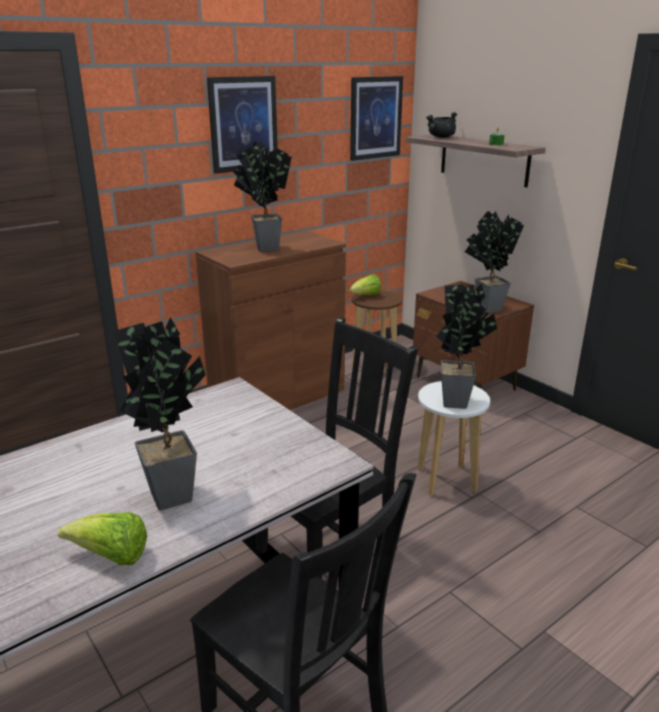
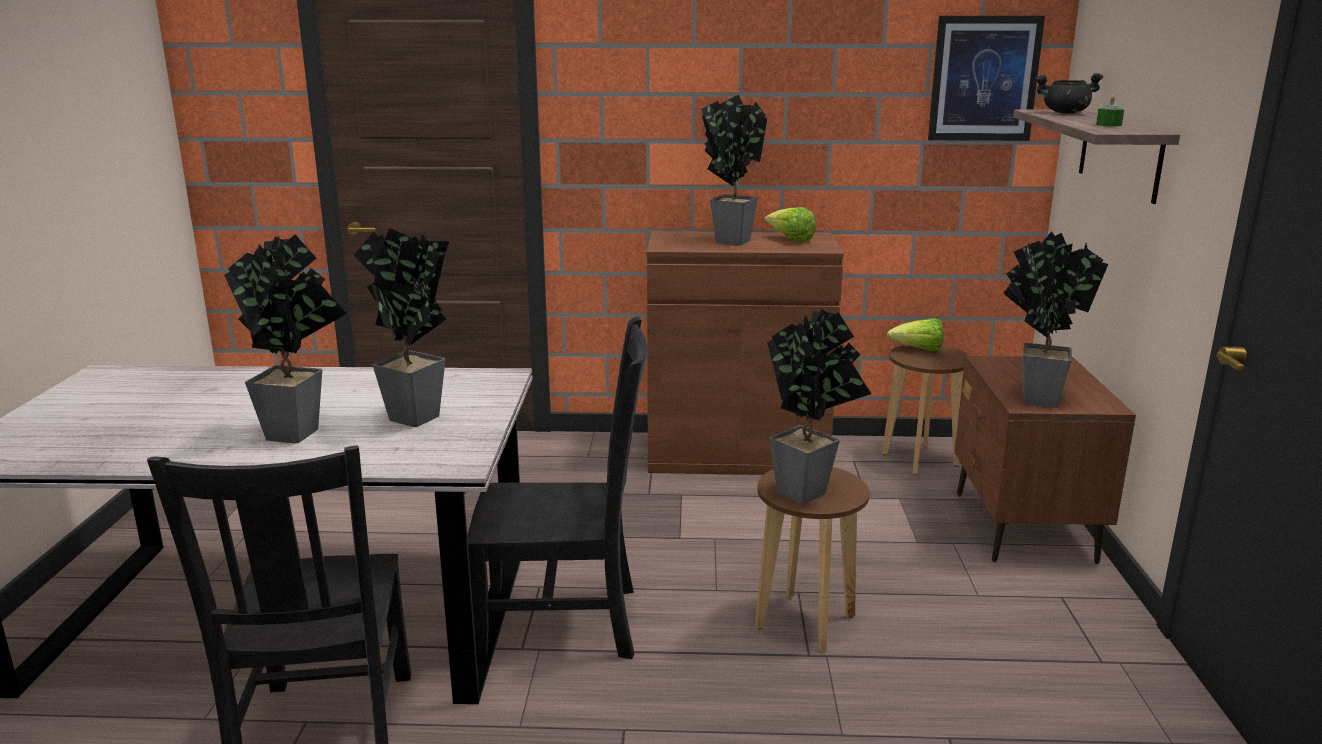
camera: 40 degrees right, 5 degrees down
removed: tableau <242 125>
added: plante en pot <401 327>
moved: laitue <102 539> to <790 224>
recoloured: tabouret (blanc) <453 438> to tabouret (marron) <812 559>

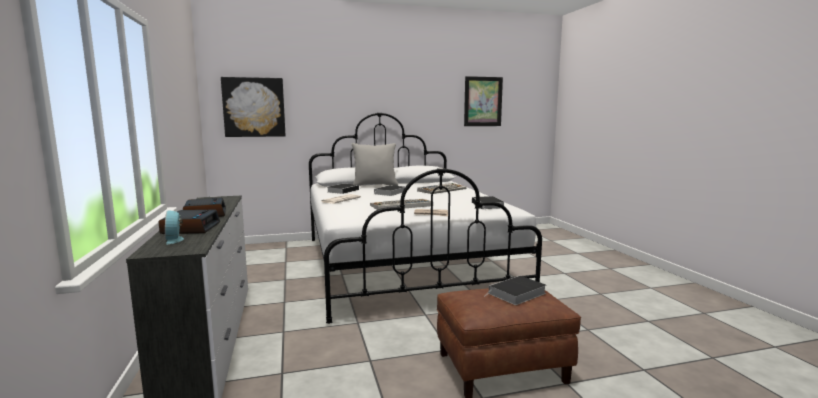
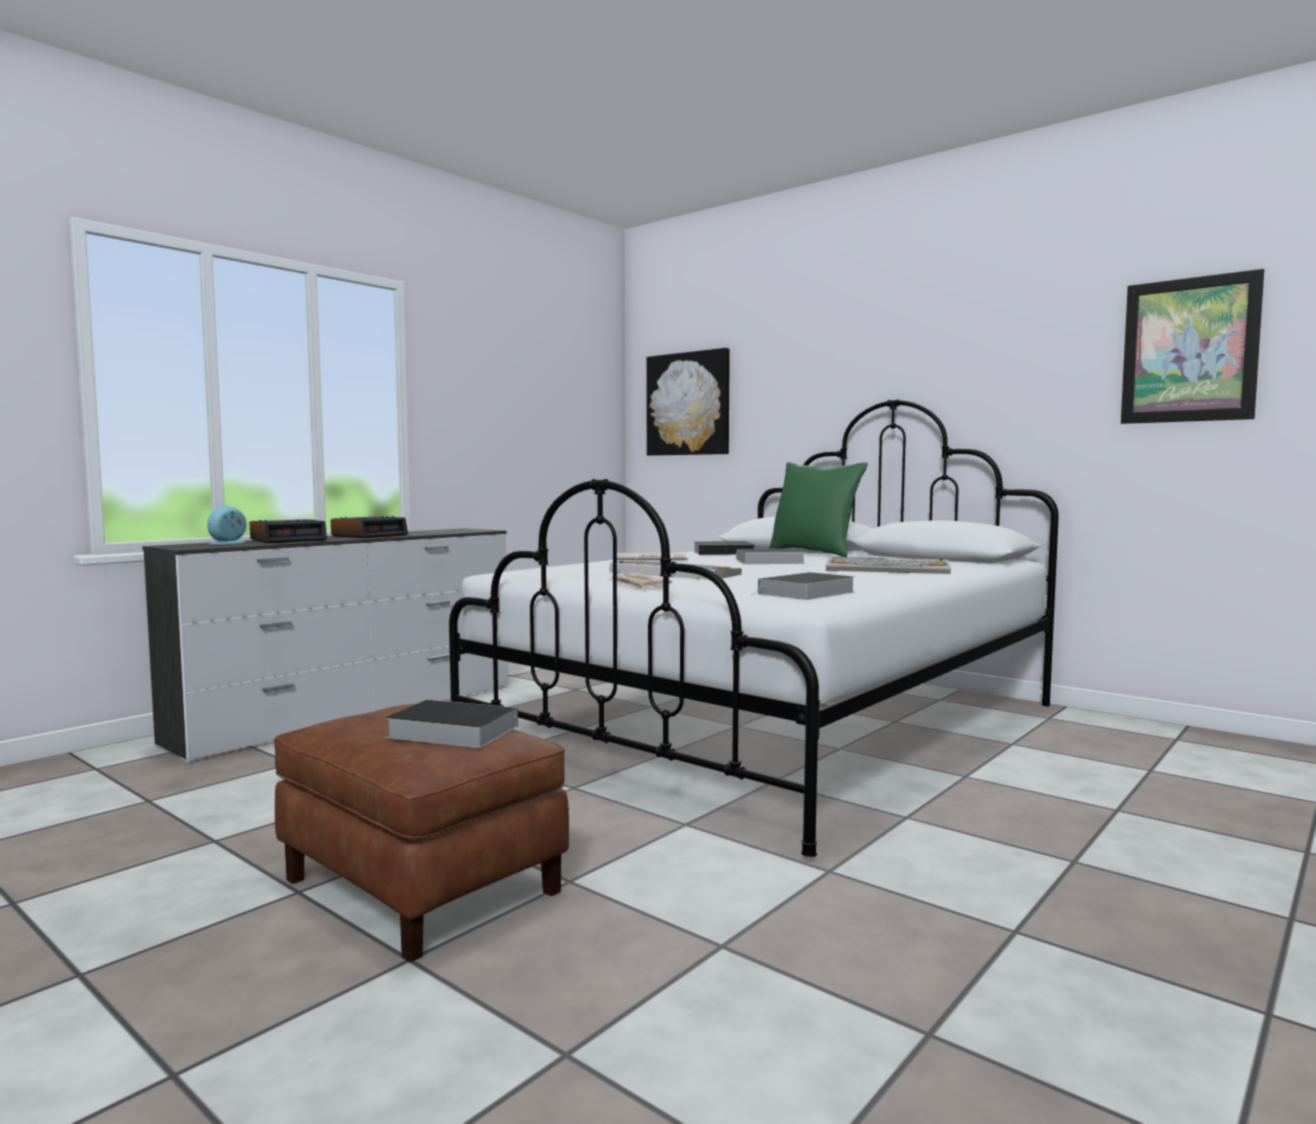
camera: 55 degrees right, 5 degrees down
recoloured: coussin (gris) <375 164> to coussin (vert) <818 509>

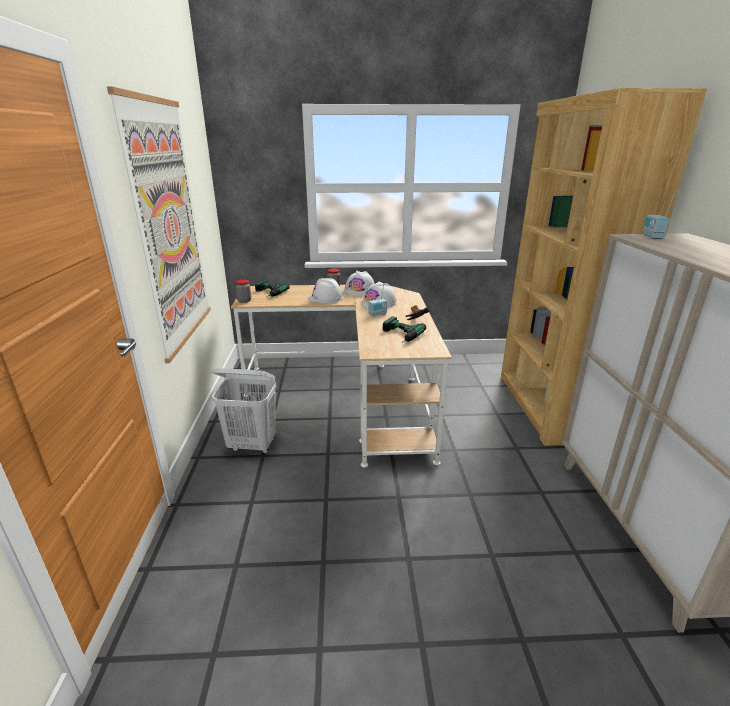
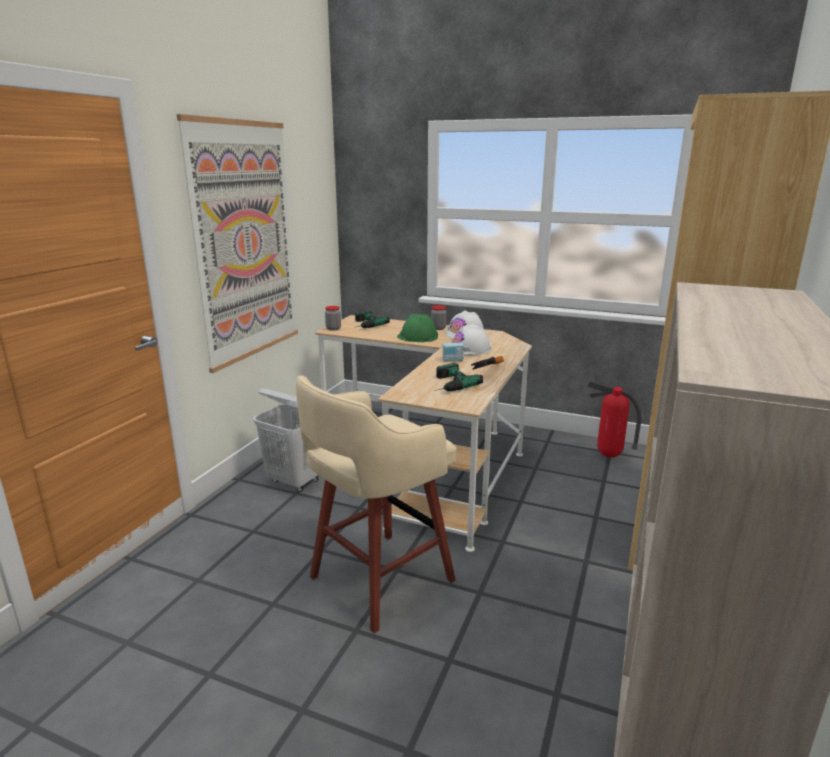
camera: 25 degrees right, 5 degrees down
removed: radio <658 216>
added: tabouret (beige) <376 504>; extincteur <614 420>
recoloured: casque de chantier (blanc) <326 290> to casque de chantier (vert) <417 327>

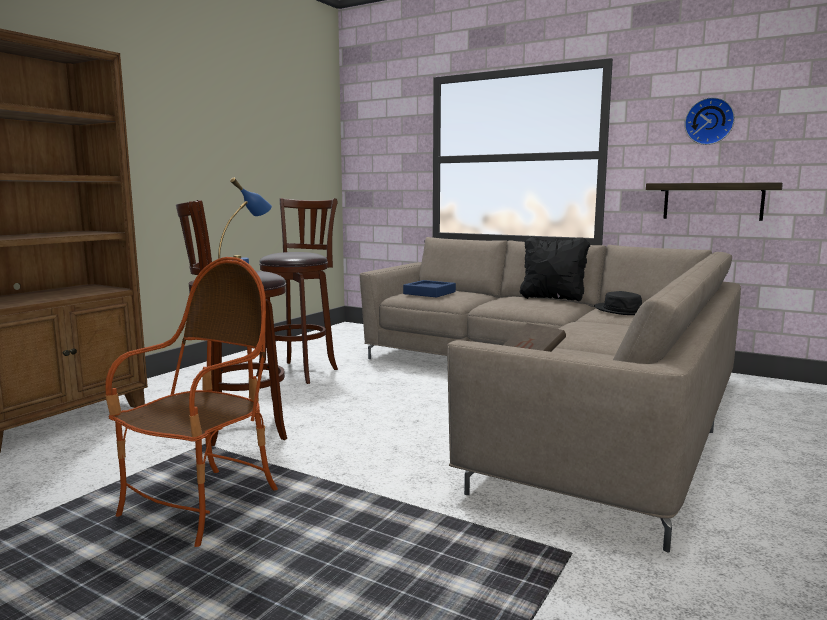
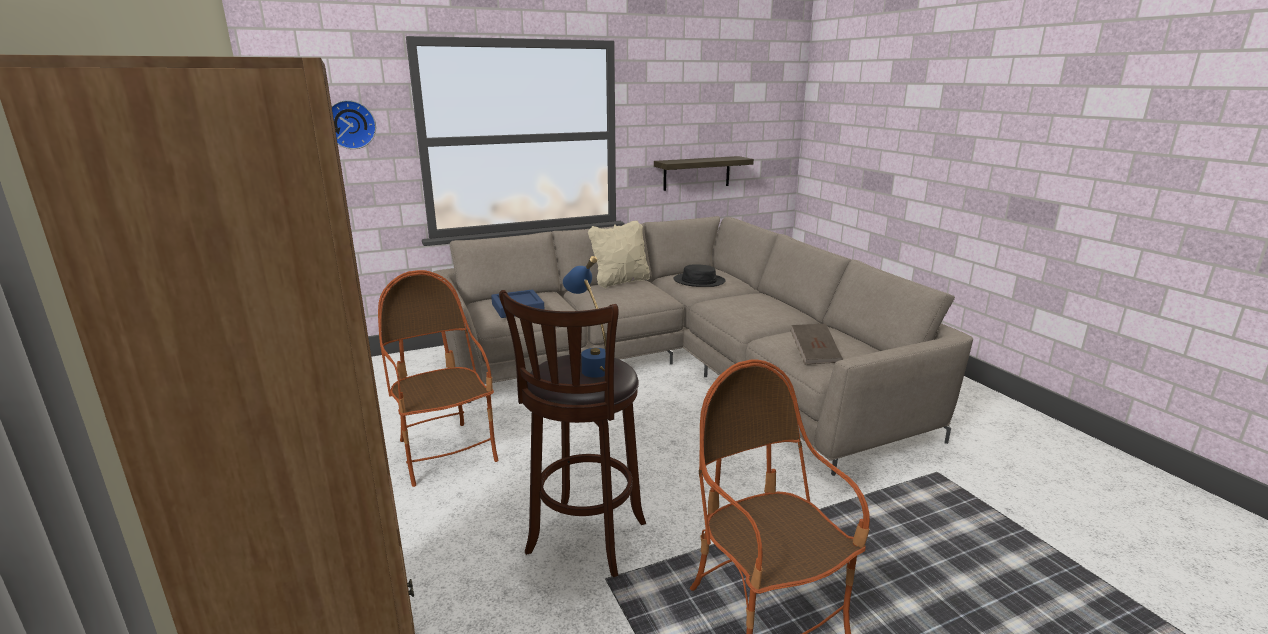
camera: 55 degrees left, 10 degrees up
moved: horloge murale <709 121> to <354 124>
replaced: tabouret (marron) <297 291> to fauteuil <438 378>
recoloured: coussin (noir) <554 268> to coussin (beige) <619 255>

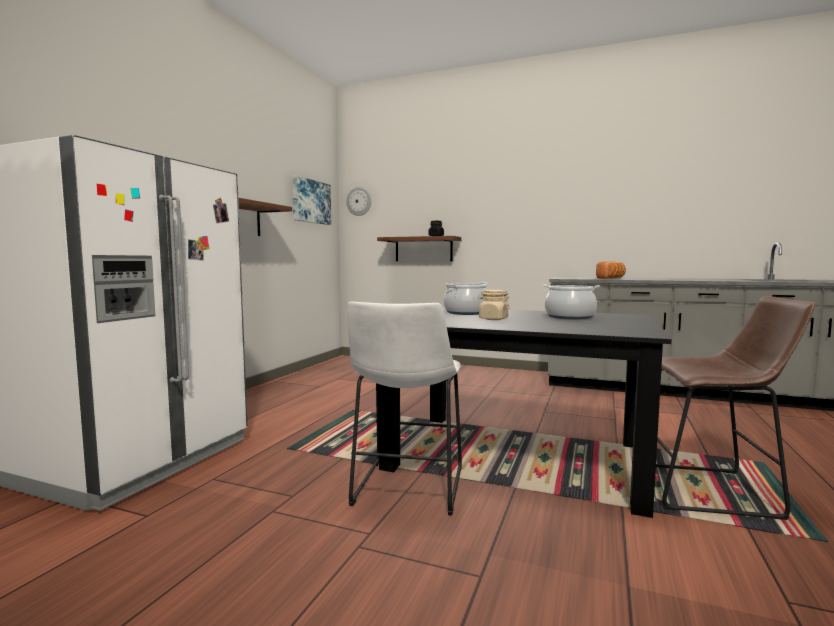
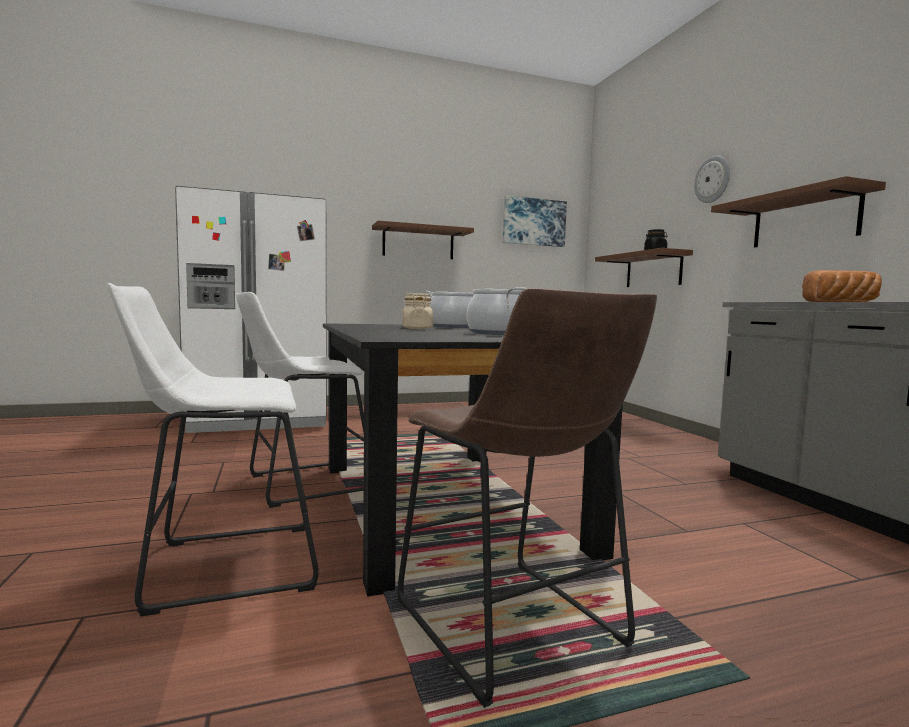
camera: 50 degrees right, 0 degrees up
added: tabouret (blanc) <213 450>; étagère (marron) <798 211>
moved: horloge murale <358 201> to <712 179>

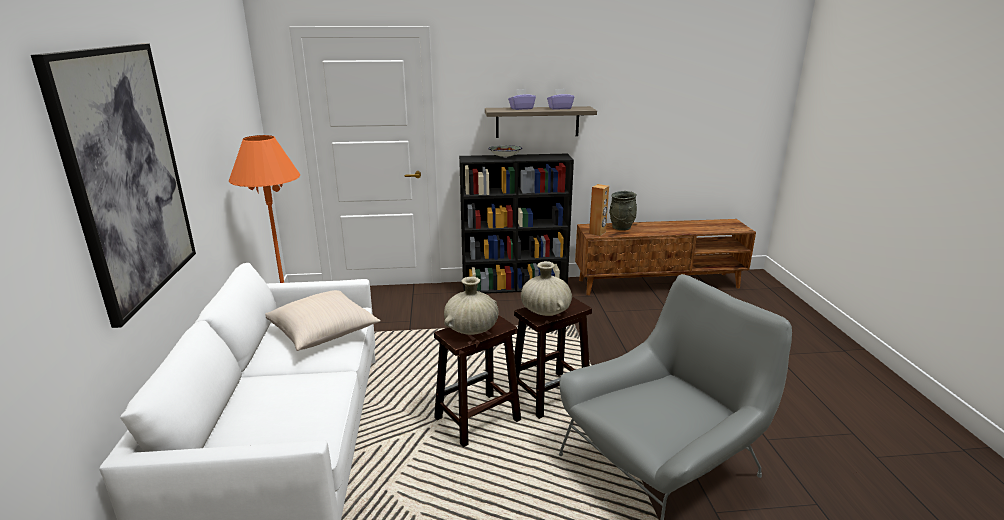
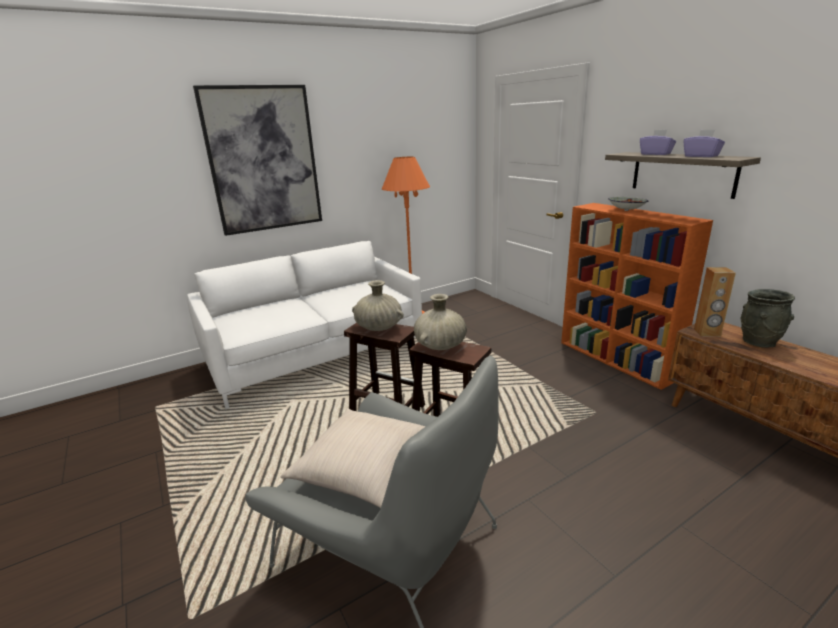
camera: 65 degrees right, 0 degrees up
moved: coussin (beige) <323 320> to <353 458>
recoloured: bibliothèque (noir) <516 223> to bibliothèque (orange) <637 296>

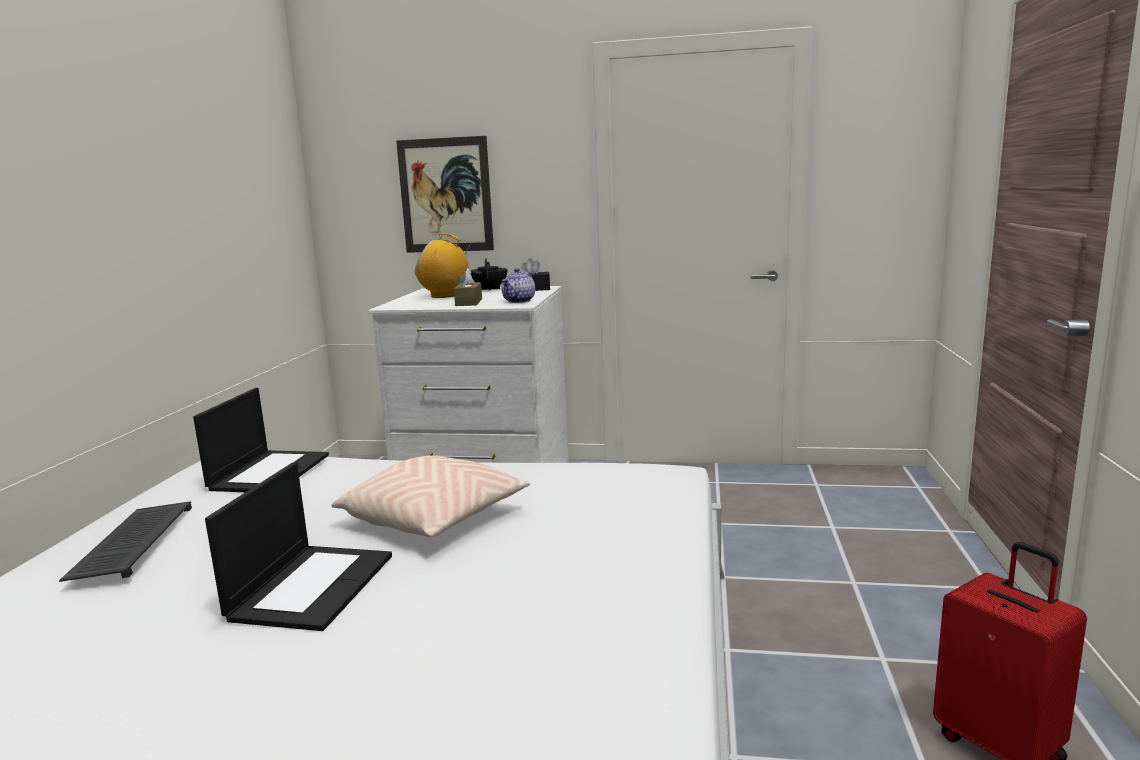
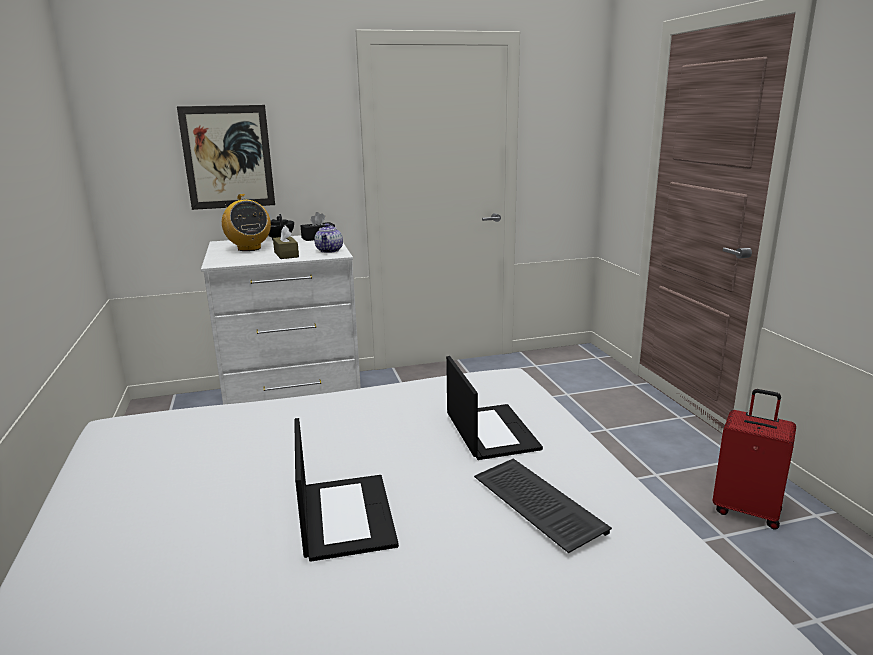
camera: 25 degrees left, 5 degrees up
removed: coussin (beige) <430 496>
moved: clavier <125 541> to <543 505>; ordinateur portable <261 440> to <494 408>
turned: radio <443 265> = <246 222> 105 degrees counterclockwise

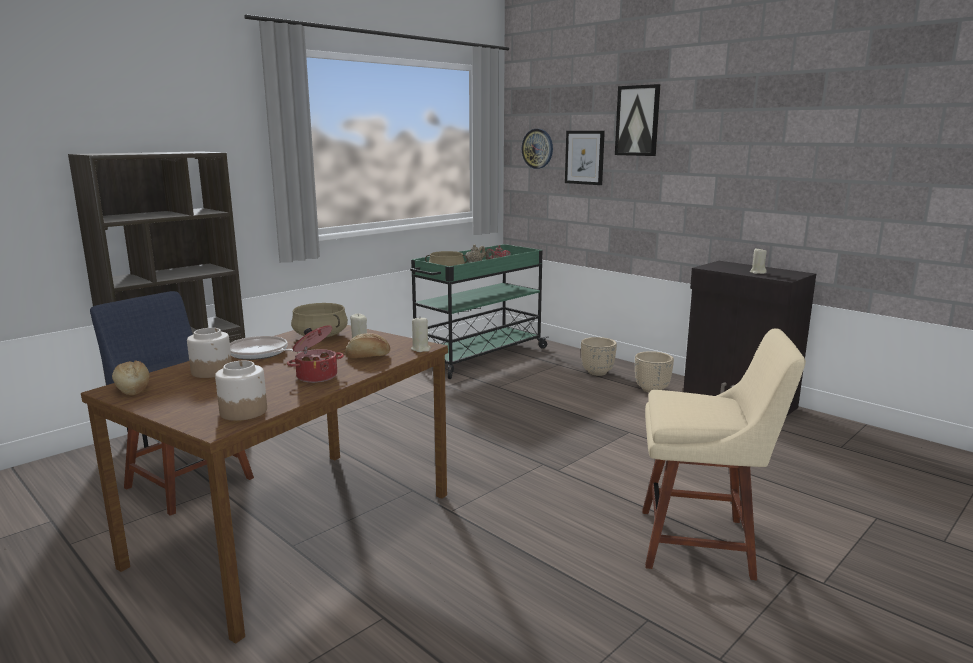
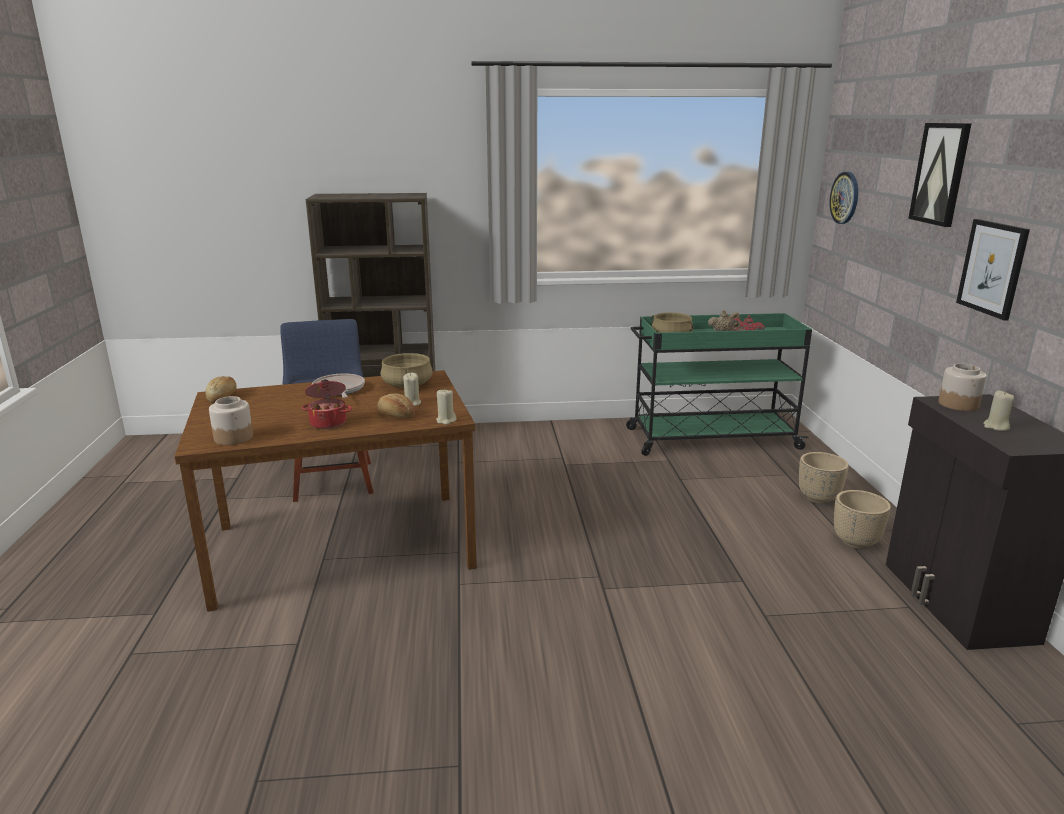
camera: 40 degrees right, 5 degrees up
removed: chaise (beige) <724 454>
moved: bocal <209 353> to <962 387>; tableau <585 158> to <993 270>

